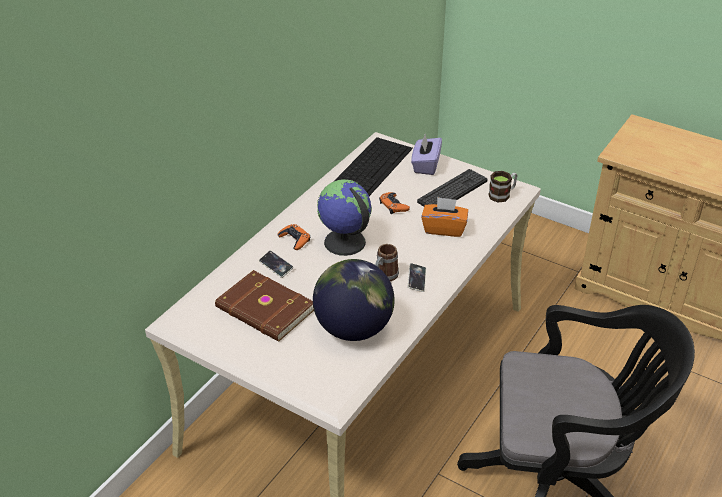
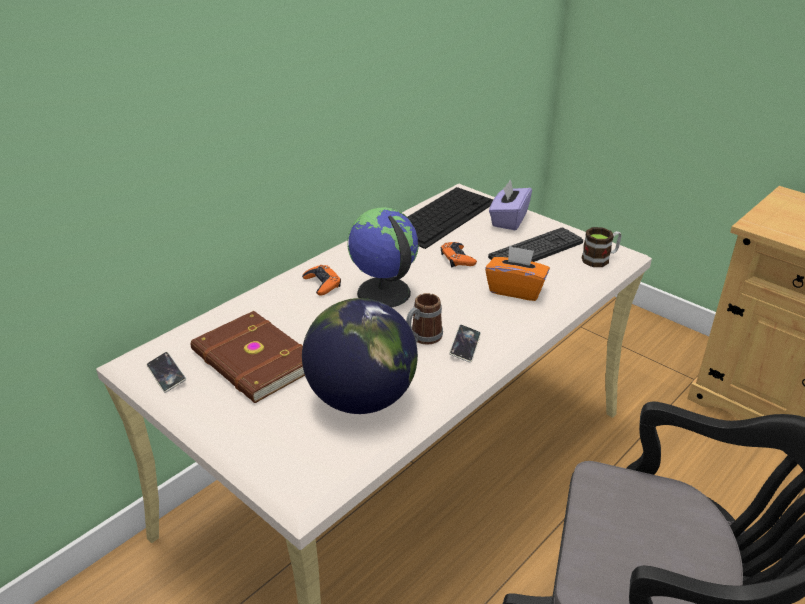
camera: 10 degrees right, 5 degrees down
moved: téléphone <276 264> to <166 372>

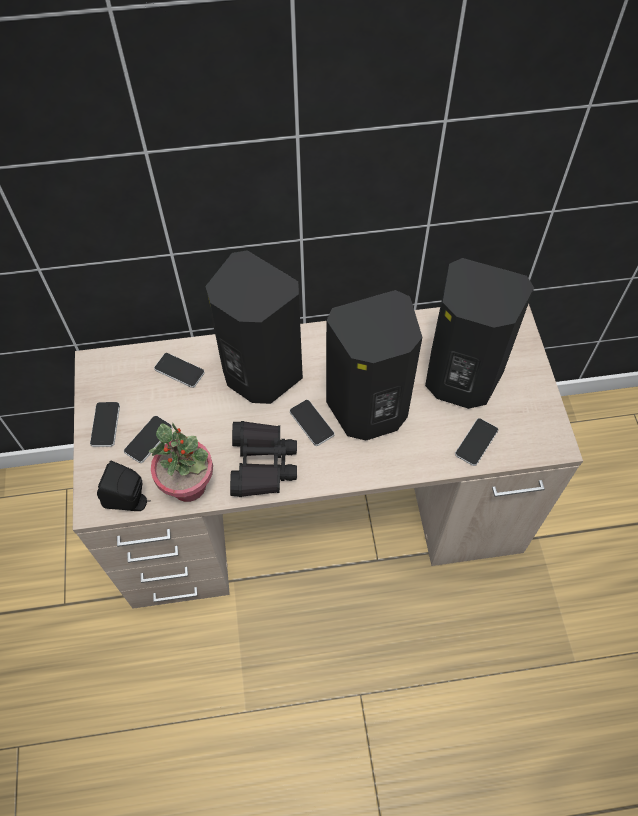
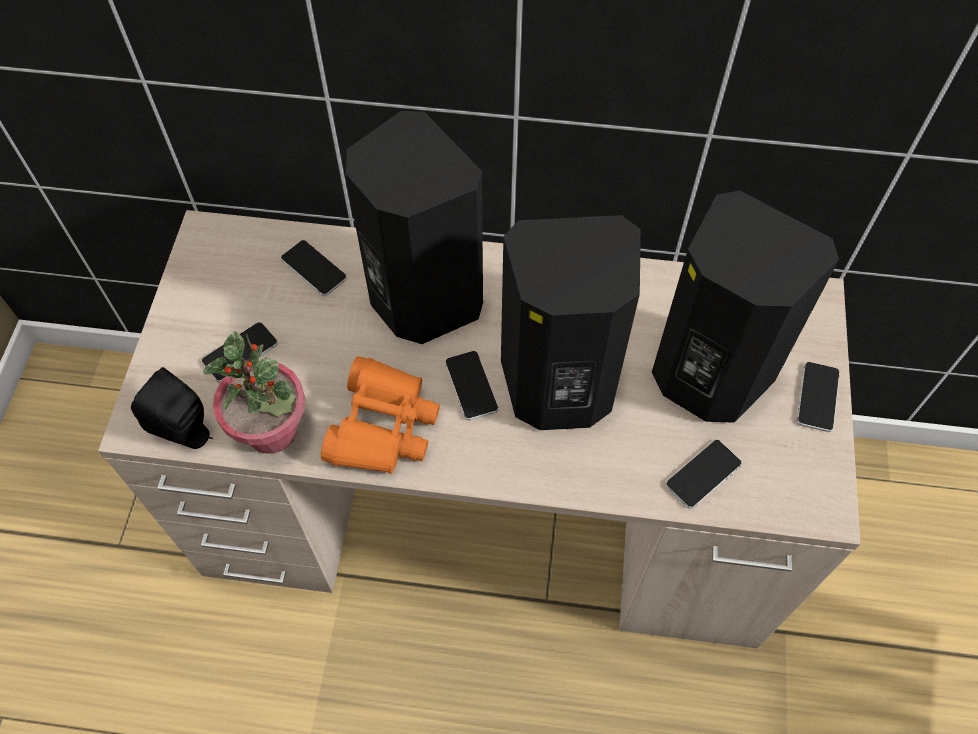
camera: 15 degrees right, 0 degrees up
moved: téléphone <105 424> to <818 397>
recoloured: jumelles (noir) <263 459> to jumelles (orange) <380 415>

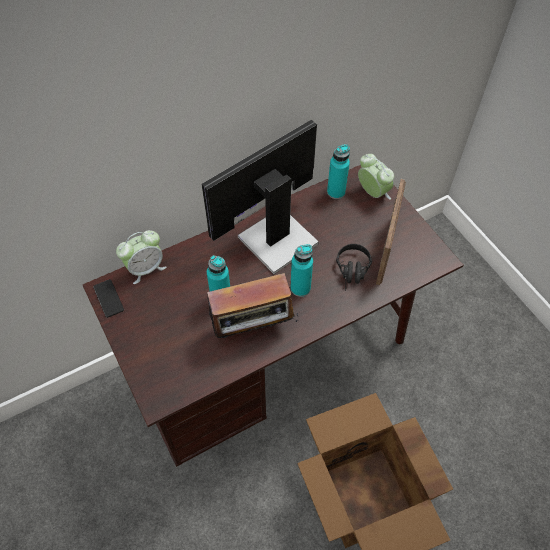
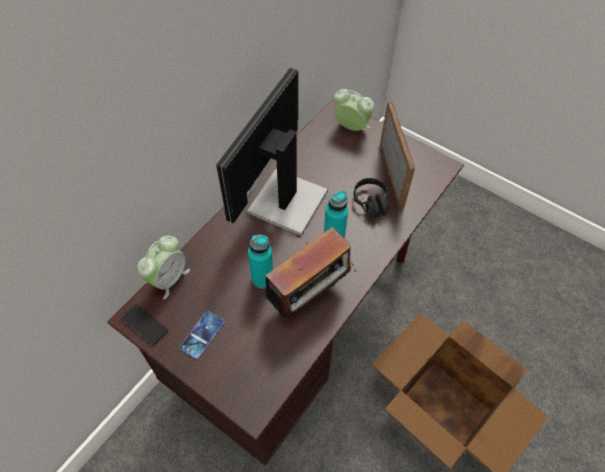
camera: 25 degrees left, 0 degrees up
removed: bouteille (turquoise) <338 171>
added: téléphone <202 335>

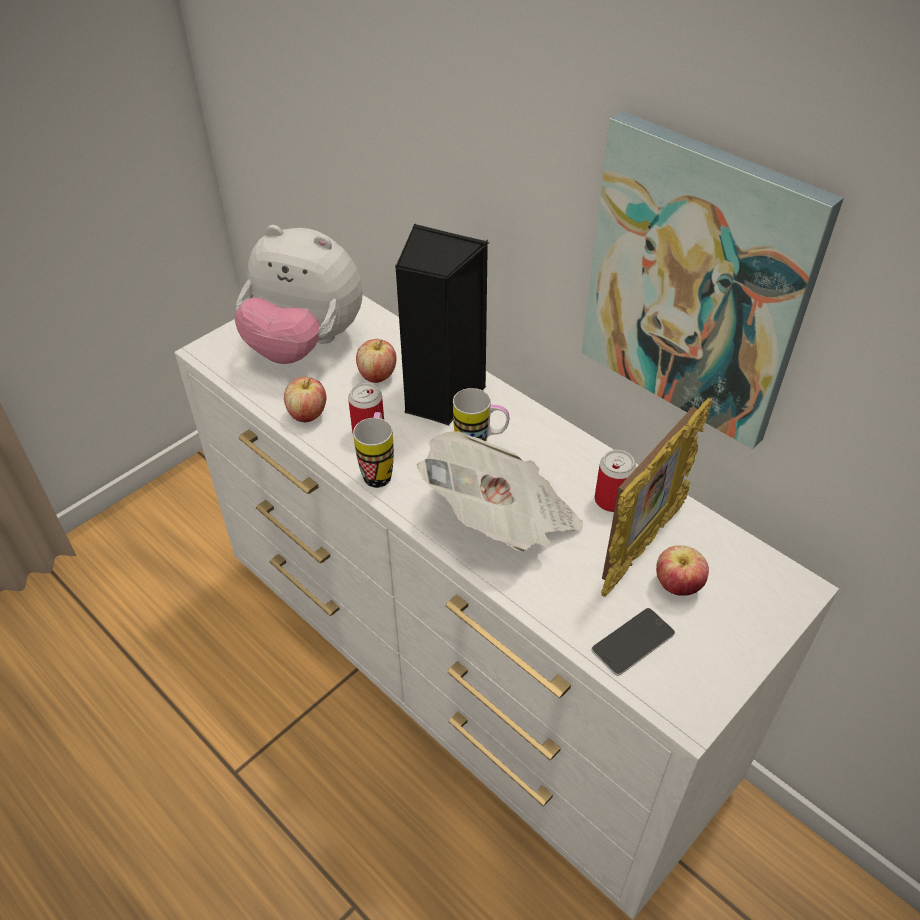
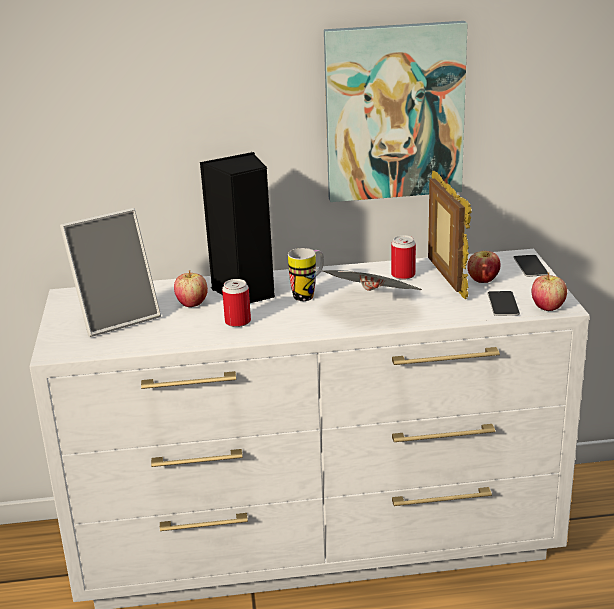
camera: 50 degrees left, 20 degrees down
removed: mug <373 450>
added: téléphone <531 266>
moved: pomme <305 399> to <549 291>
replaced: peluche <298 294> to cadre photo <110 272>

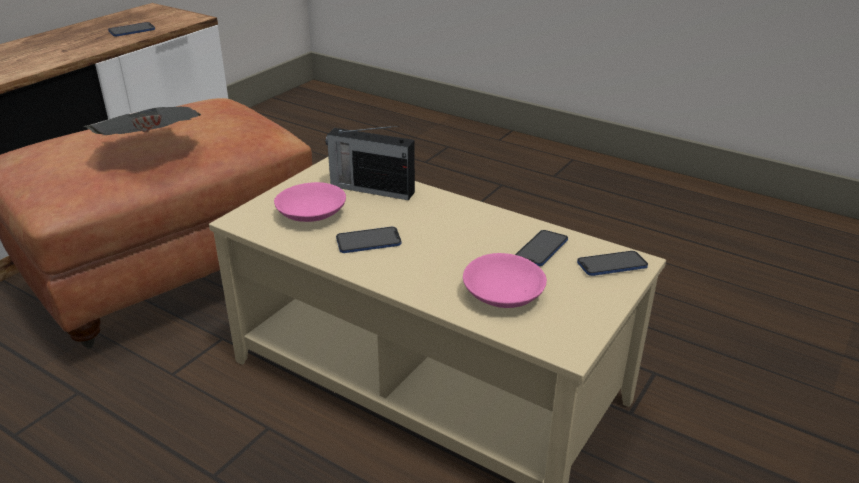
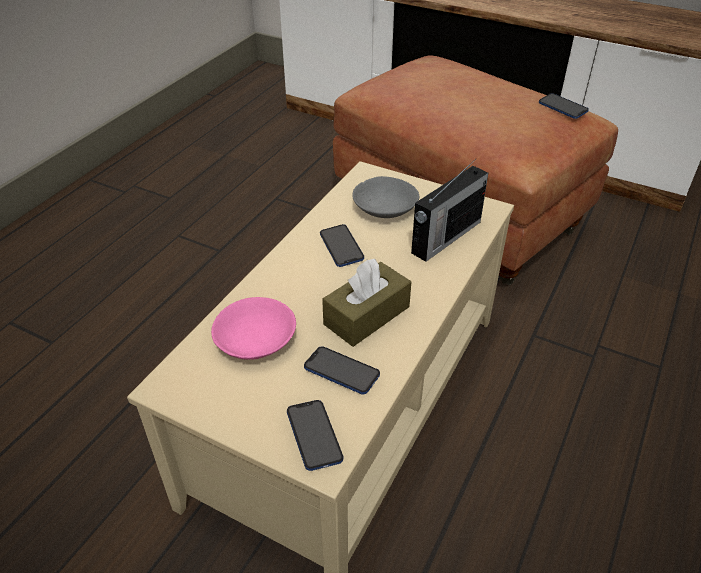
camera: 85 degrees right, 10 degrees up
removed: journal <142 121>
added: boîte à mouchoirs (marron) <366 303>
moved: téléphone <131 29> to <564 106>
recoloured: bol (rose) <310 202> to bol (gris) <386 197>
turned: radio <370 163> = <449 210> 150 degrees counterclockwise

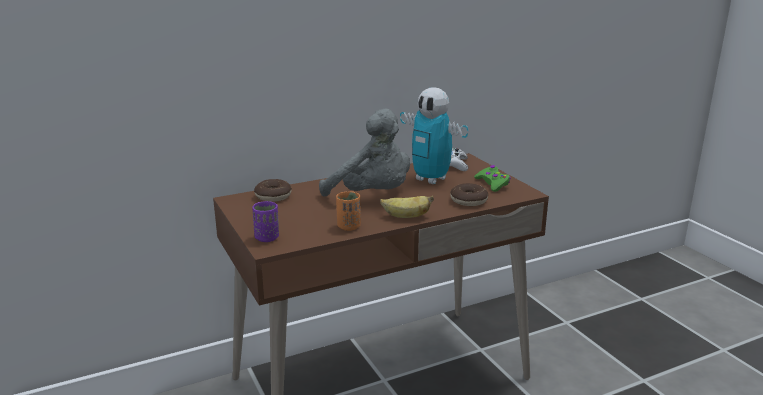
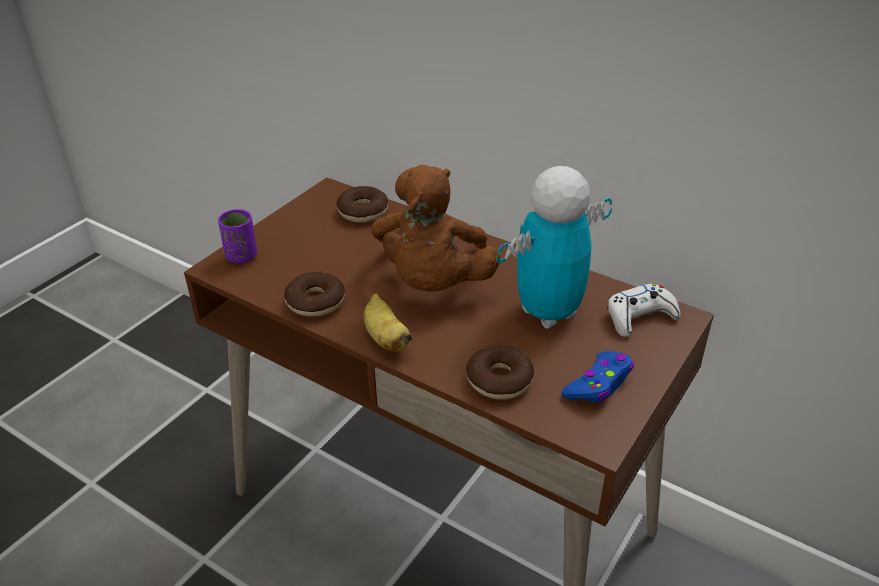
camera: 60 degrees right, 15 degrees up
replaced: tasse (orange) <348 211> to beignet <314 294>
recoloured: peluche (gris) <364 153> to peluche (marron) <435 228>; manette (vert) <492 178> to manette (bleu) <597 376>
turned: robot jouet <434 135> = <554 247> 45 degrees clockwise

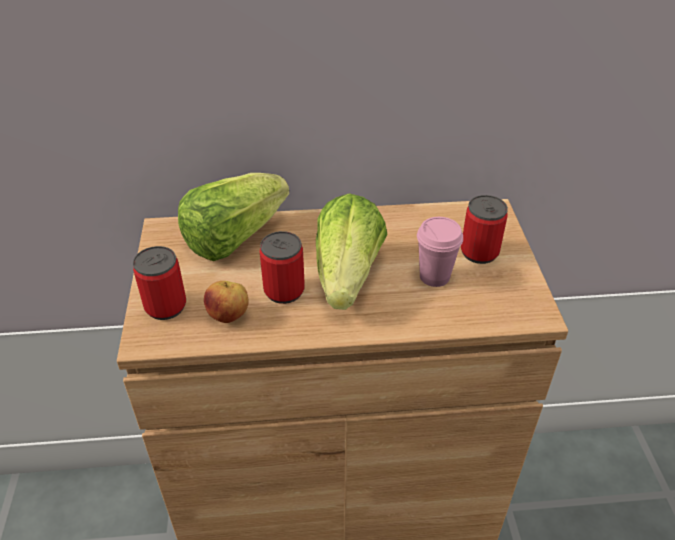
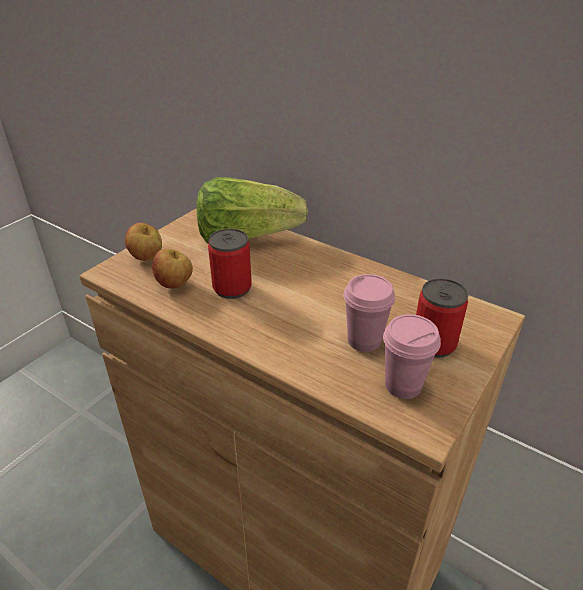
camera: 40 degrees right, 5 degrees down
removed: laitue <352 251>
added: tasse (rose) <412 356>
replaced: boîte métallique <159 283> to pomme <143 242>

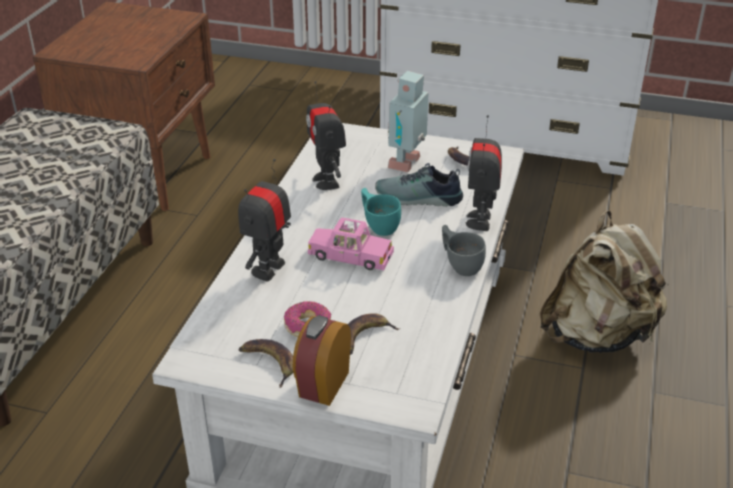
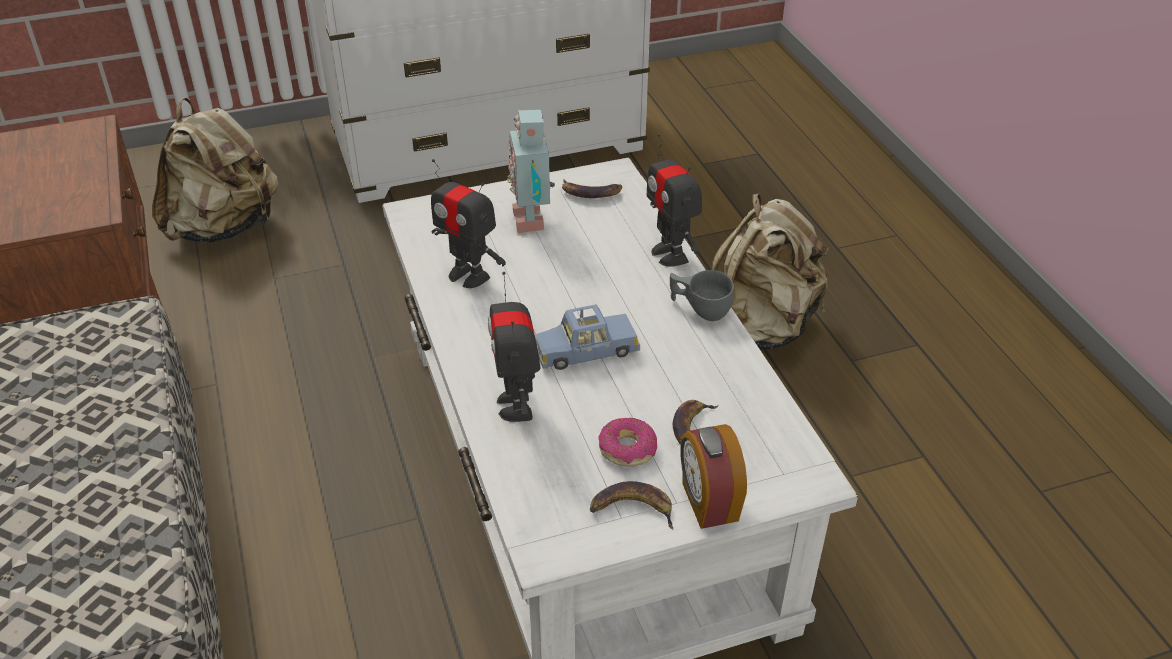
camera: 35 degrees left, 5 degrees up
removed: tasse (turquoise) <381 212>; chaussure <419 185>
added: sac à dos (beige) <215 170>
recoloured: petite voiture (rose) <351 244> to petite voiture (bleu) <587 337>

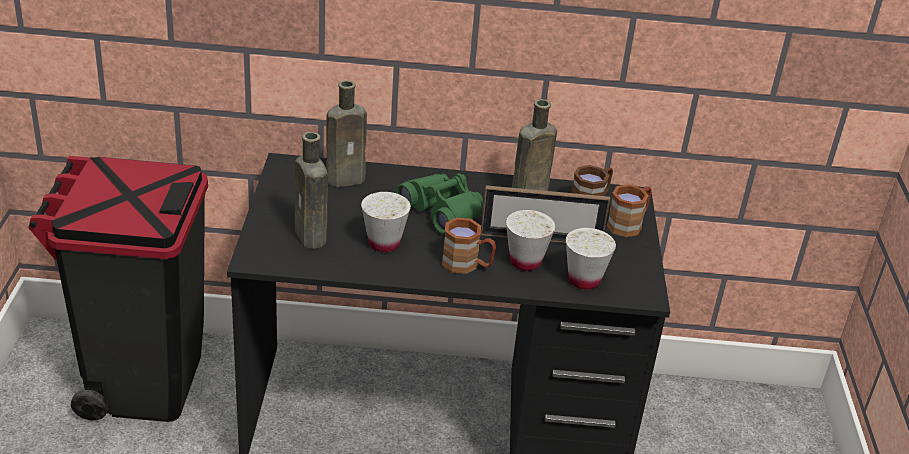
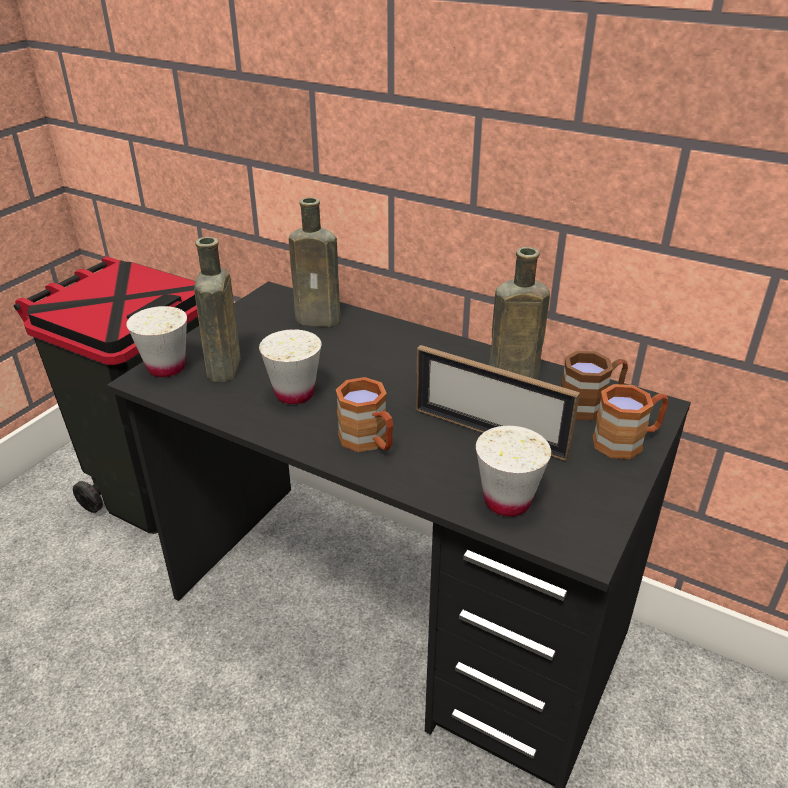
camera: 30 degrees right, 0 degrees up
removed: jumelles (vert) <439 204>
moved: tasse (blanc) <530 240> to <156 341>

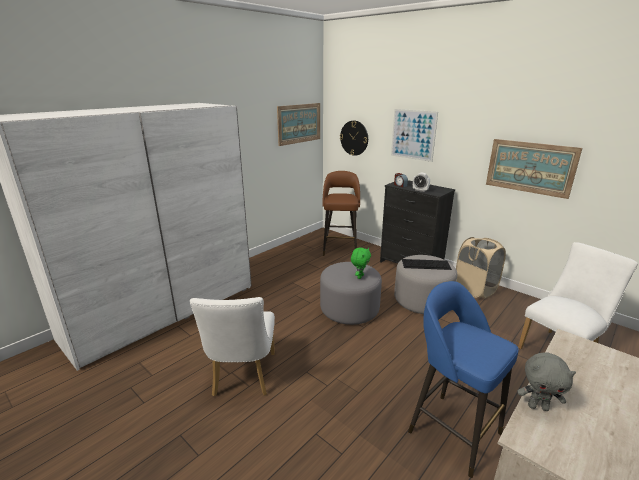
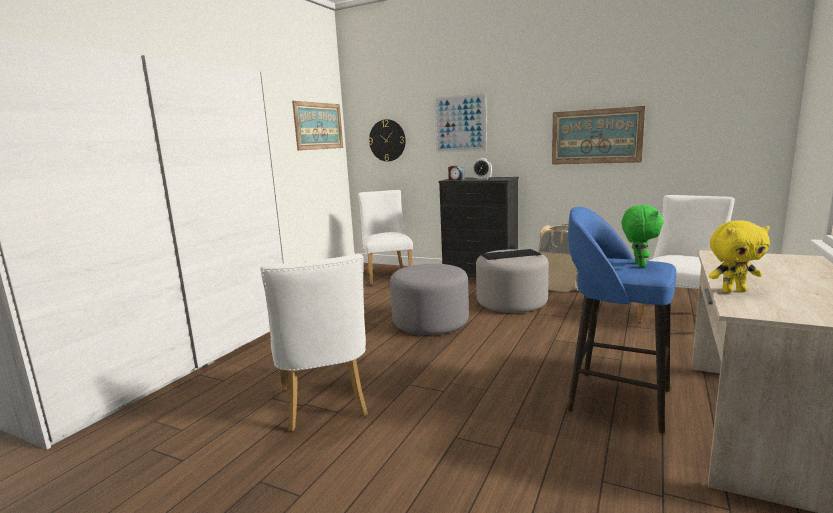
camera: 15 degrees left, 10 degrees down
moved: peluche (vert) <361 263> to <642 236>
replaced: tabouret (marron) <341 213> to chaise (blanc) <385 237>
recoloured: peluche (gris) <546 381> to peluche (jaune) <739 257>

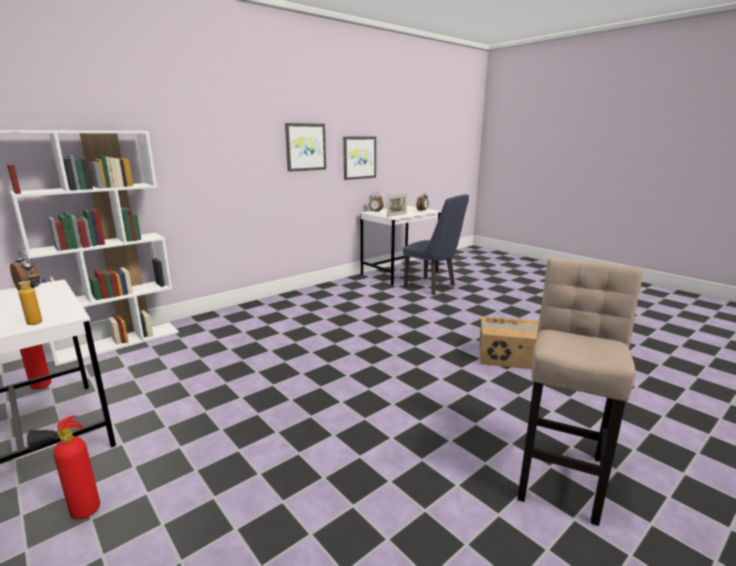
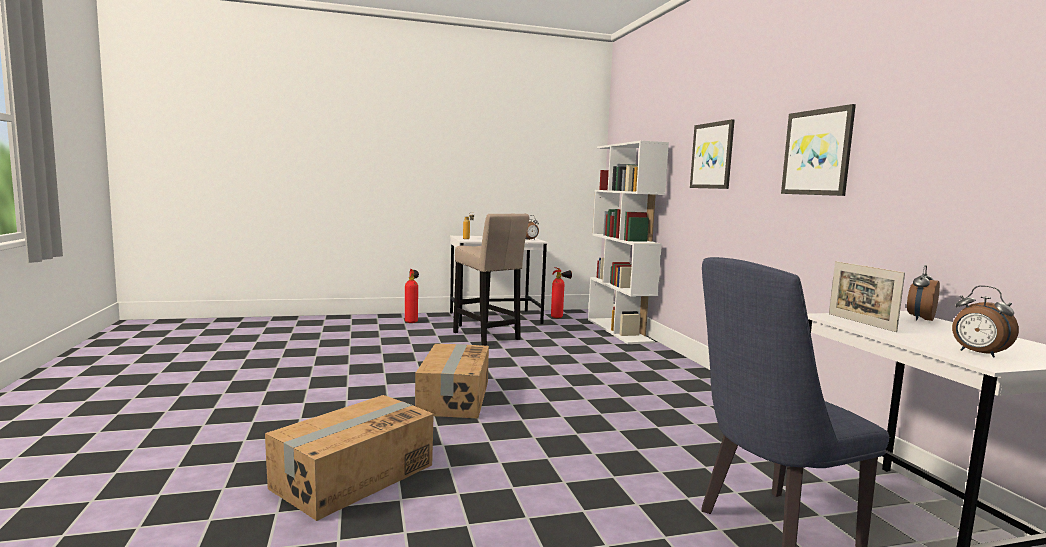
camera: 115 degrees right, 10 degrees down
added: carton <452 381>
moved: tableau <359 158> to <712 154>; tabouret (beige) <580 392> to <491 280>

